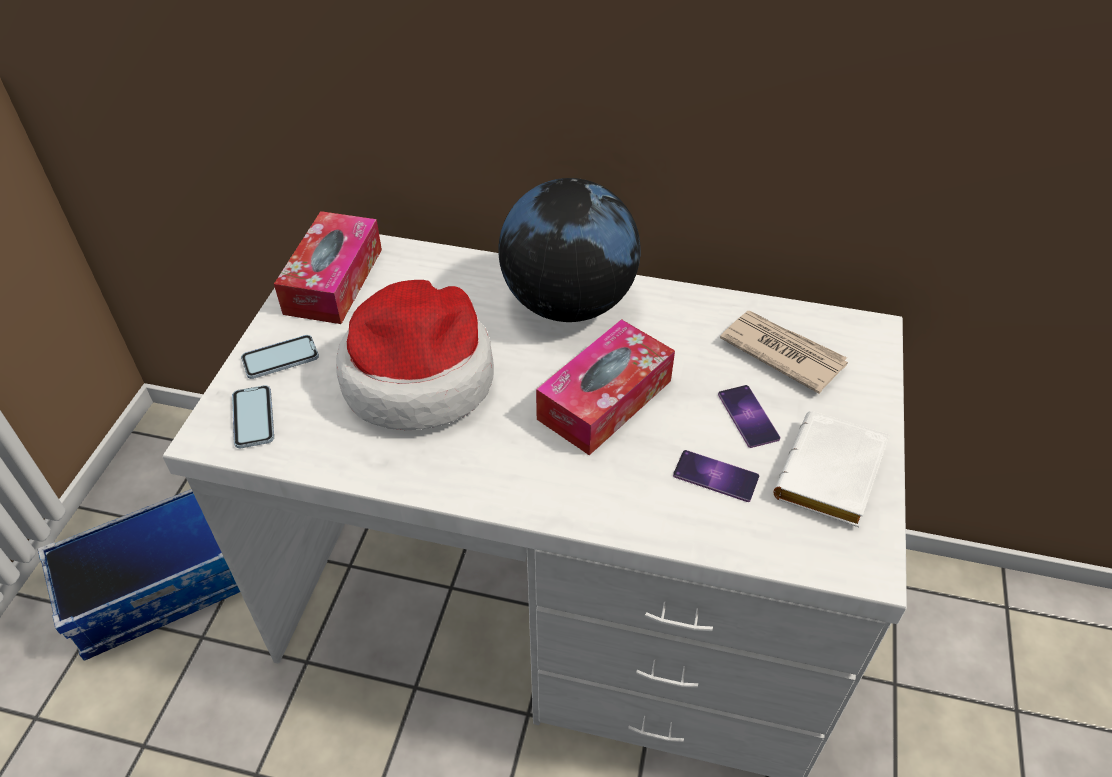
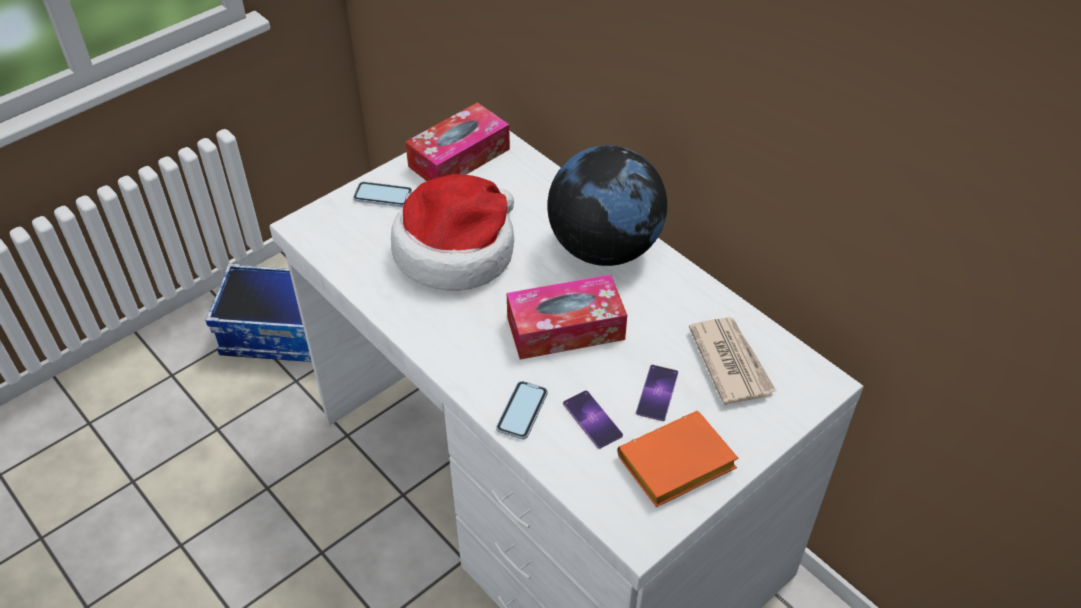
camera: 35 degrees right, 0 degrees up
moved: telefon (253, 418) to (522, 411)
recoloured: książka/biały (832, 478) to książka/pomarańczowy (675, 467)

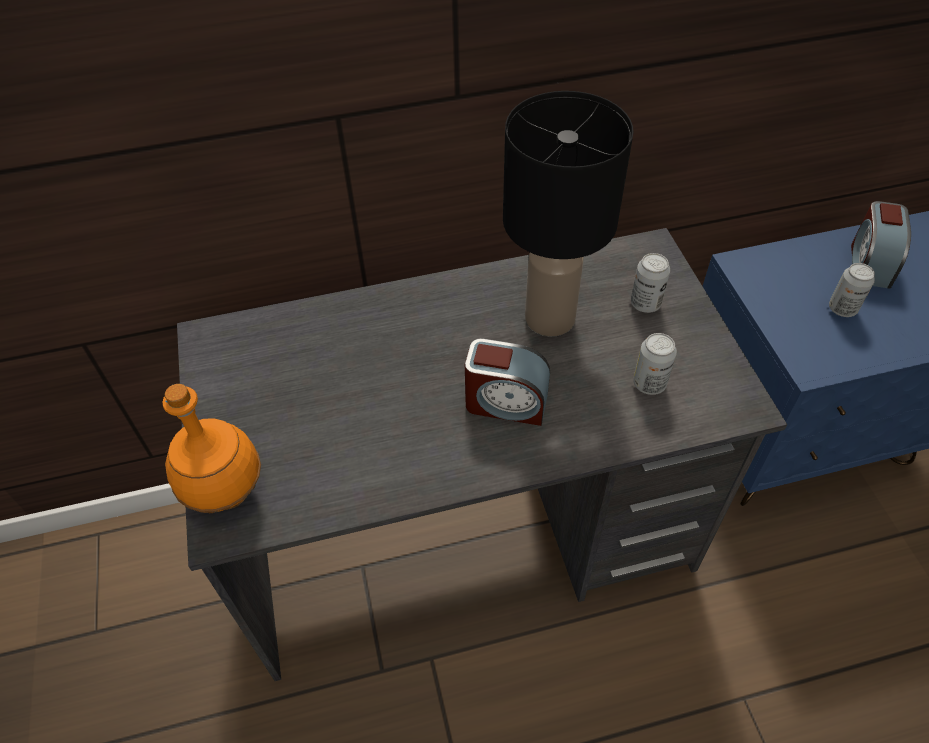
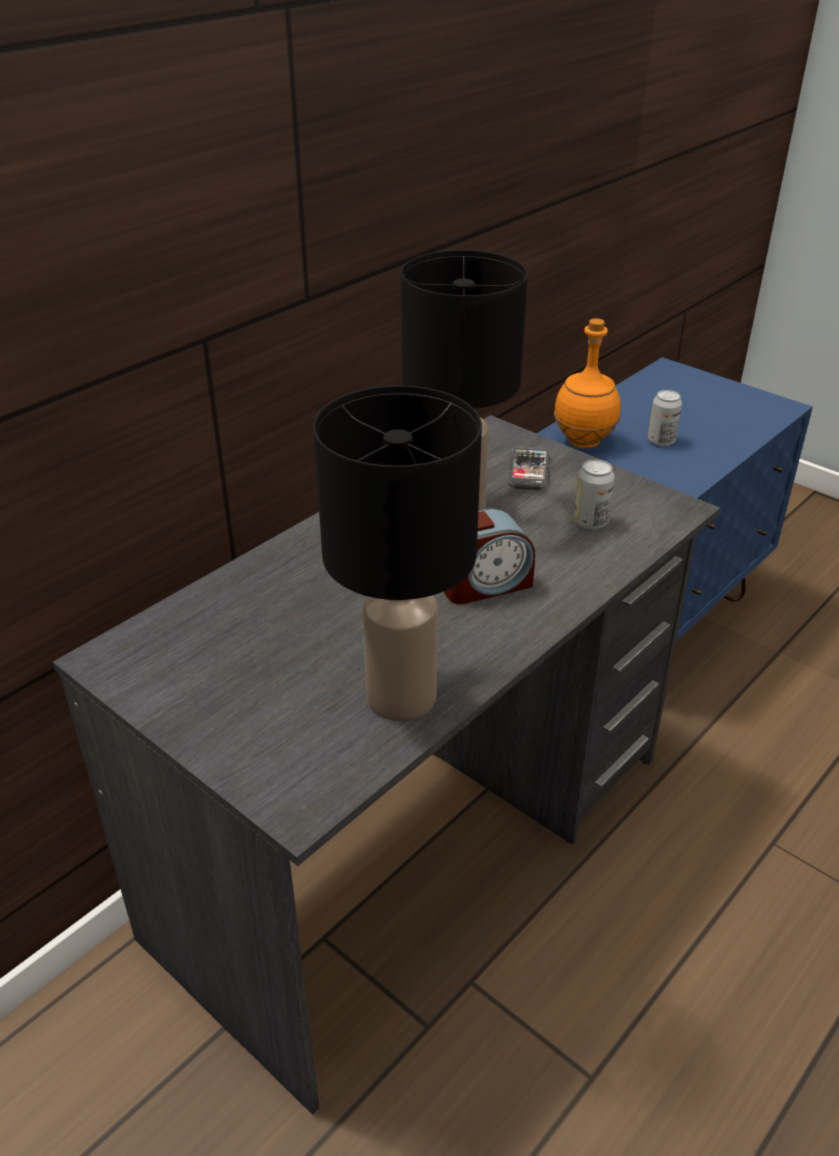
camera: 35 degrees left, 15 degrees down
removed: budzik (869, 264)
added: lampa stołowa/czarny (399, 697)
moved: butelka/pomarańczowy (228, 492) to (583, 442)
replaced: puszka (645, 303) to telefon (529, 470)

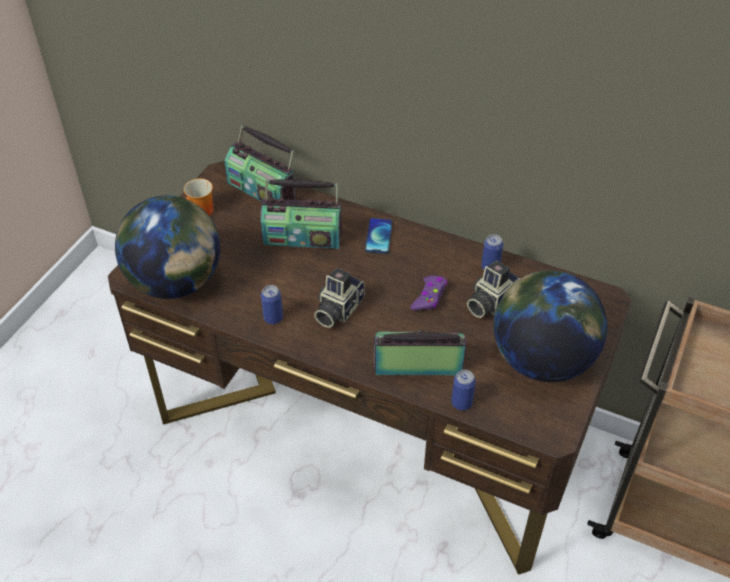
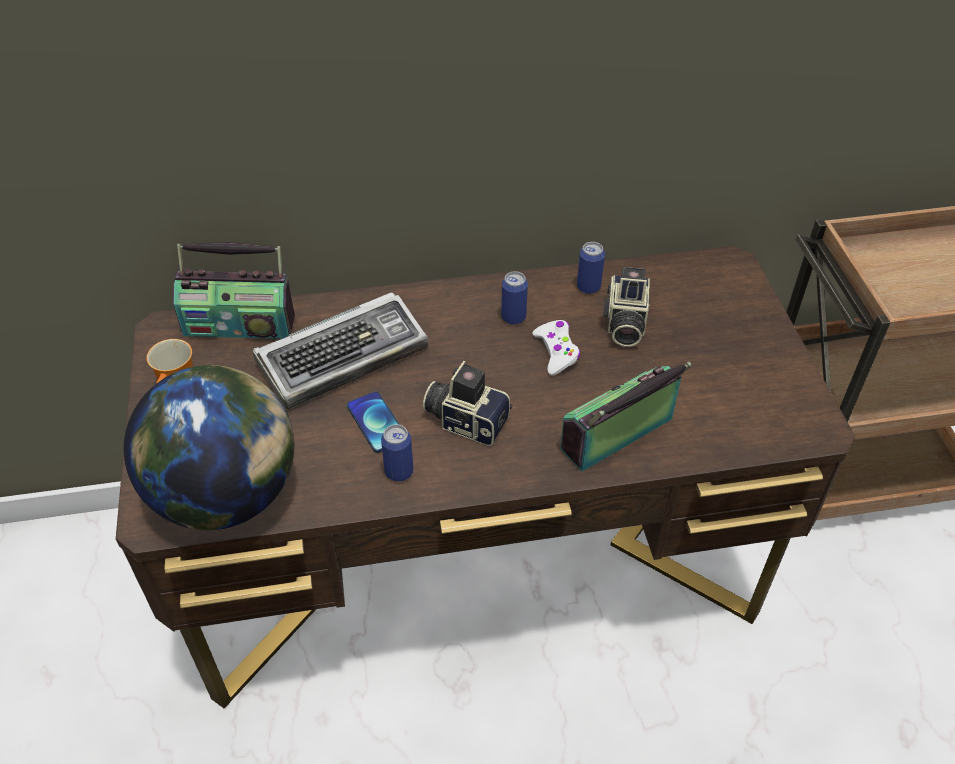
camera: 35 degrees left, 0 degrees up
removed: globus (541, 360)
moved: telefon (378, 236) to (376, 423); puszka (461, 403) to (513, 317)
replaced: radio (302, 237) to klawiatura (344, 356)
recoloured: pad do gier/fioletowy (429, 297) to pad do gier/biały (556, 352)
turned: aparat fotograficzny (337, 309) = (467, 420) 120 degrees clockwise

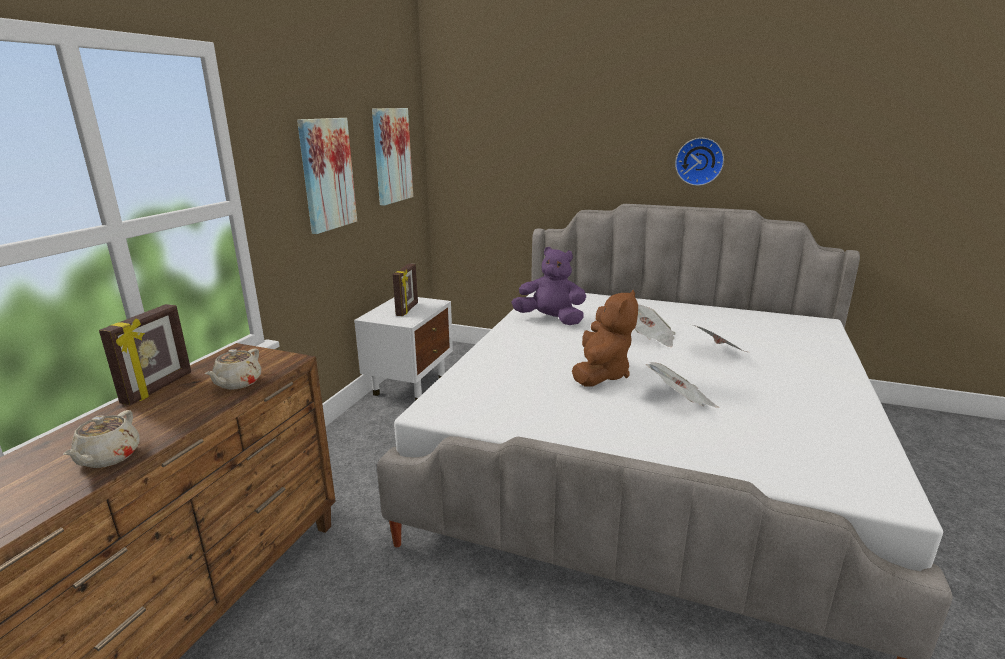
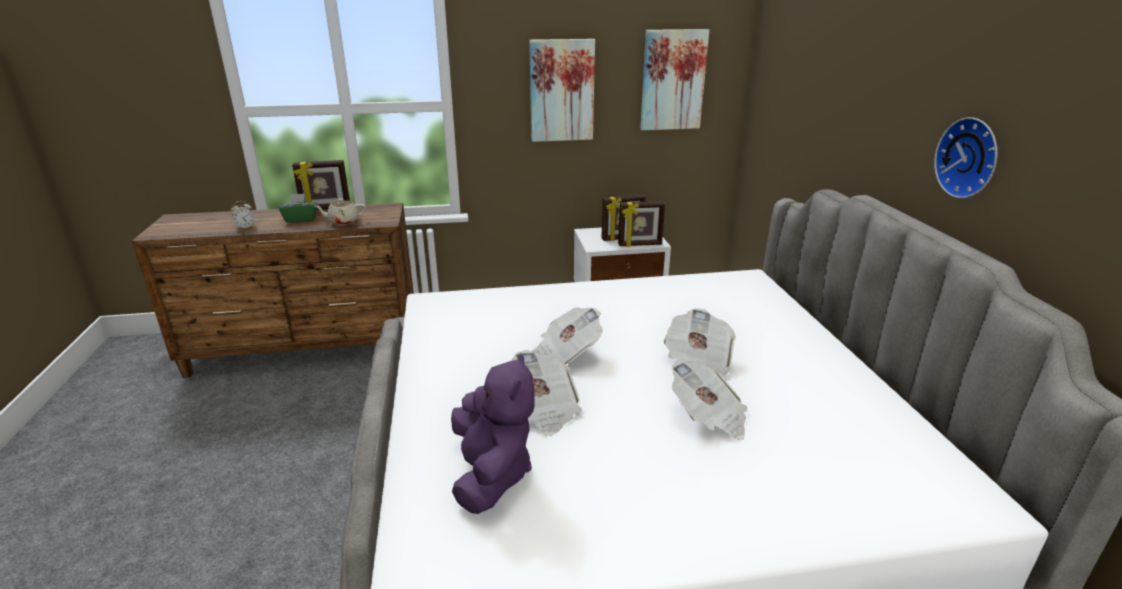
camera: 60 degrees right, 5 degrees up
added: pudełko chusteczek/zielony (301, 219); ramka na zdjęcie (640, 245)
moved: pluszak/fioletowy (551, 319) to (491, 474)
replaced: imbryk/beżowy (108, 457) to budzik (245, 227); pluszak/brązowy (601, 374) to gazeta (565, 354)

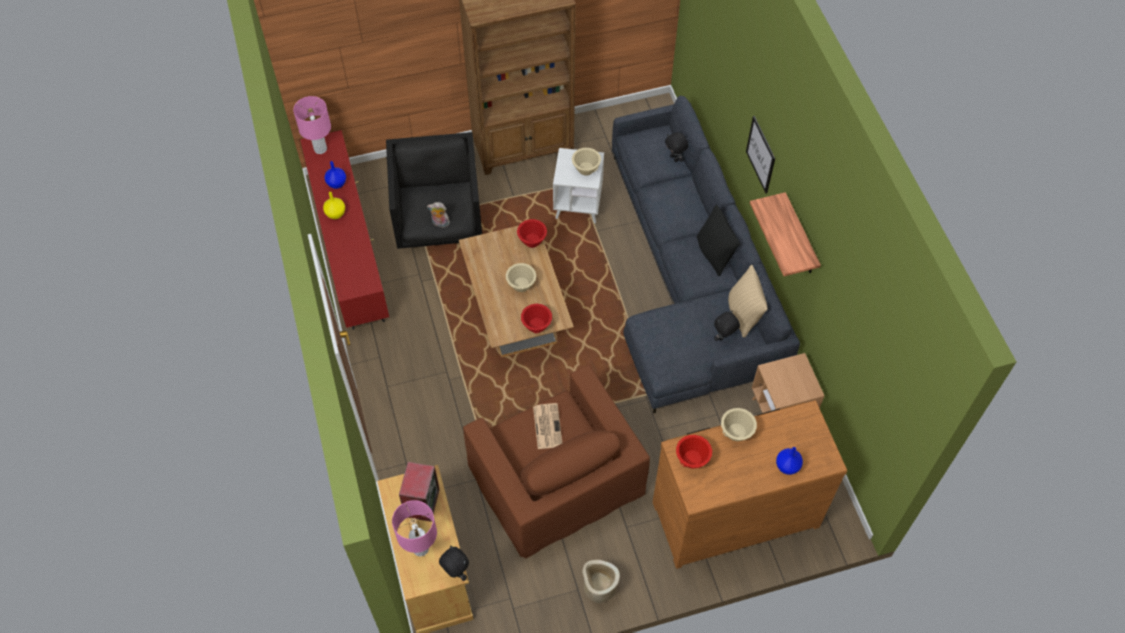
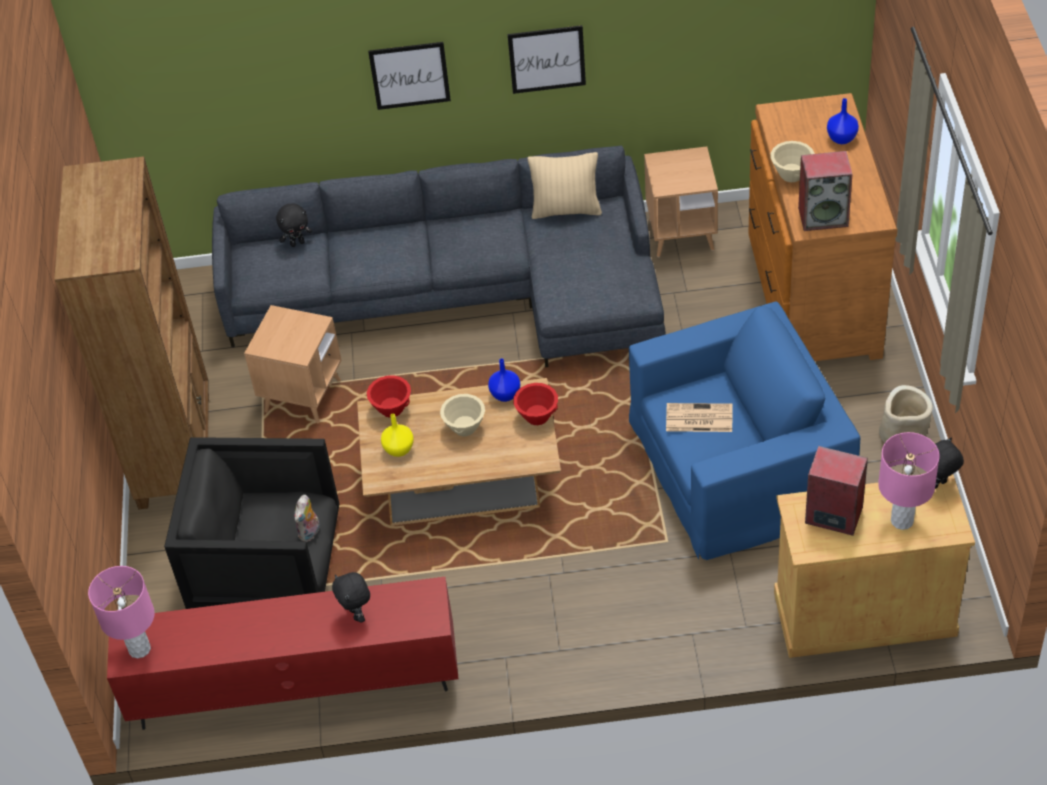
camera: 75 degrees left, 10 degrees down
removed: miska/beżowy (586, 169); poduszka/czarny (714, 254)
moved: wazon/żółty (336, 213) to (398, 449); wazon/niebieski (337, 183) to (505, 394); pluszak/czarny (724, 337) to (357, 614)
replaced: miska/czerwony (692, 460) to głośnik (823, 216); półka (800, 237) to obraz (547, 59)
recoloured: fotel/brązowy (556, 477) to fotel/niebieski (739, 464); stolik/biały (578, 205) to stolik/brązowy (303, 396)

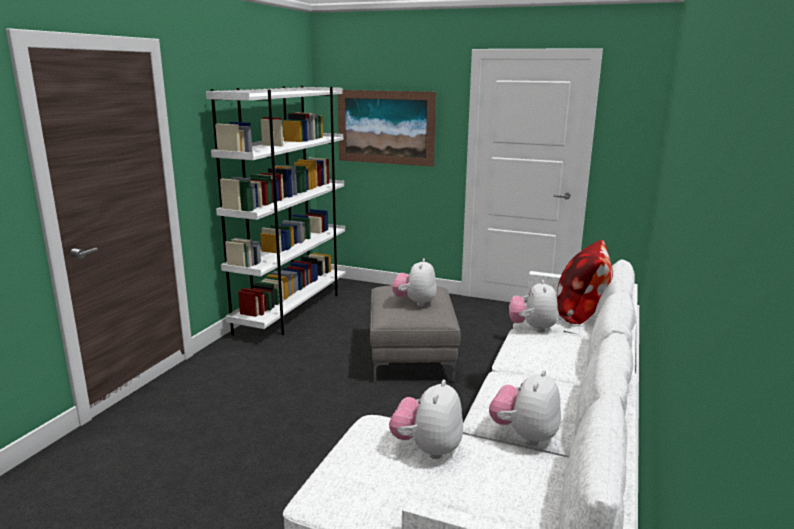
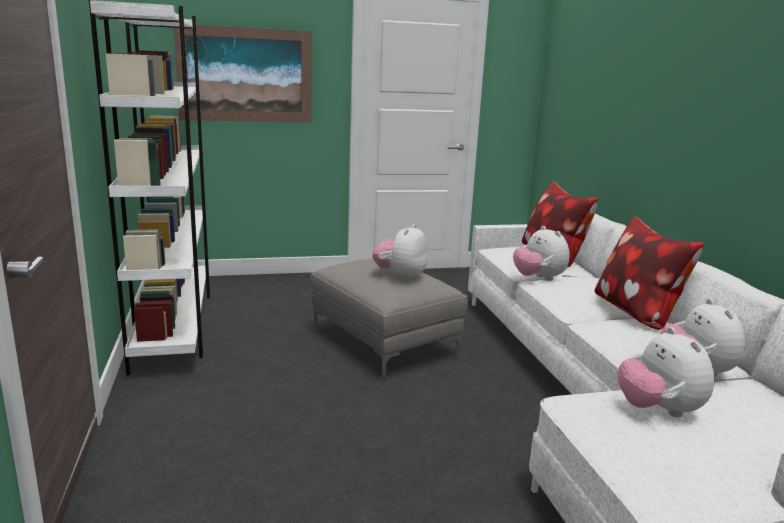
camera: 35 degrees left, 0 degrees up
added: poduszka (636, 313)
turned: pluszak (415, 302) = (400, 276) 45 degrees clockwise

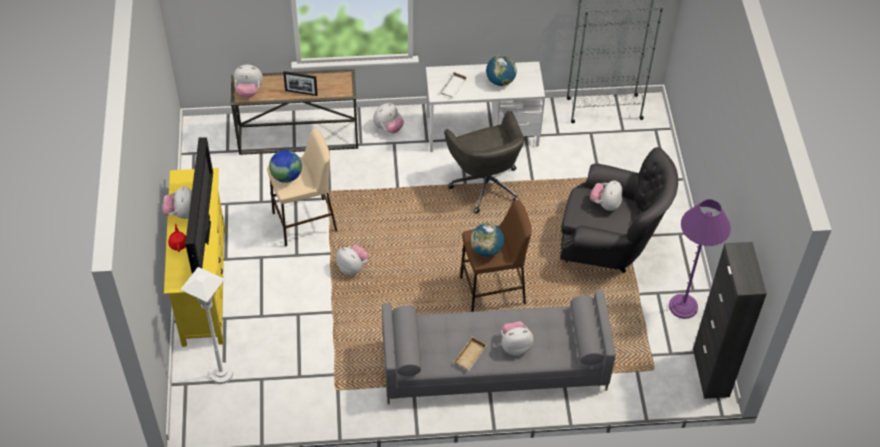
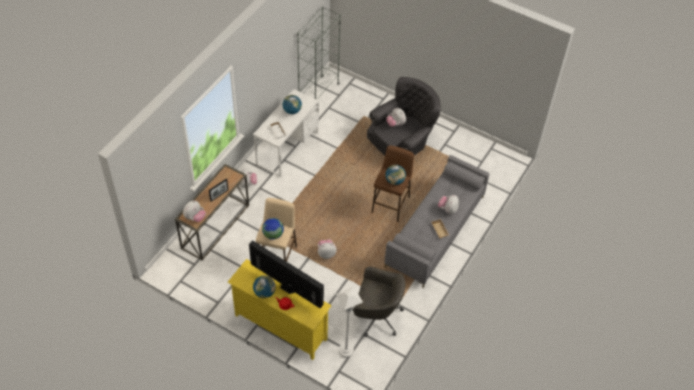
camera: 55 degrees left, 0 degrees up
removed: lampa stojąca/fioletowy (683, 306); szafka/czarny (711, 373)
moved: krzesło biurowe/szary (485, 183) to (376, 316)
replaced: pluszak (181, 213) to globus (264, 292)

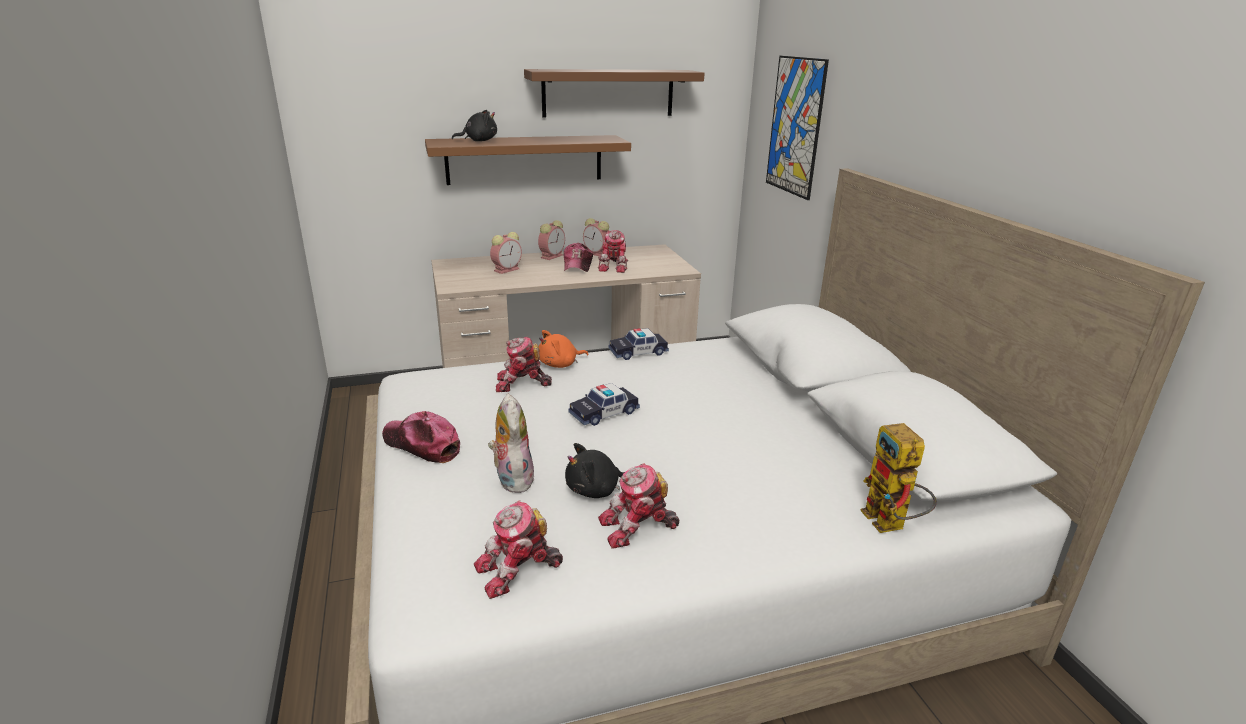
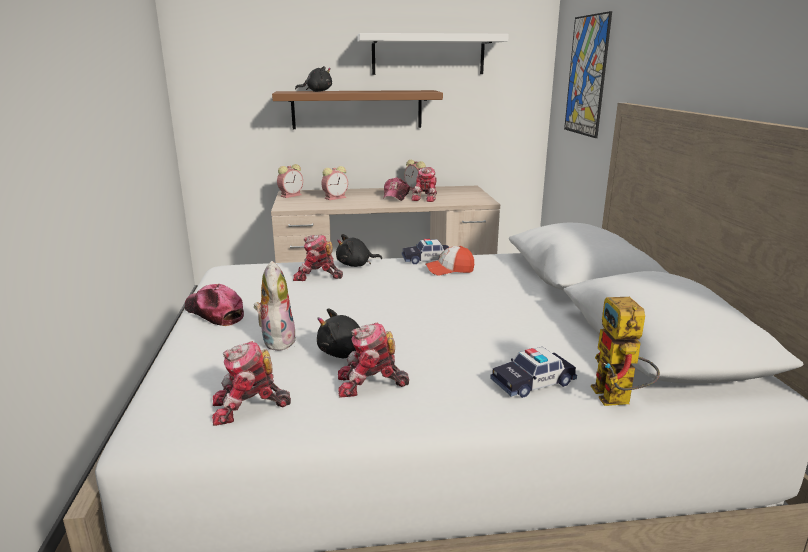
camera: 10 degrees right, 5 degrees down
added: czapka z daszkiem (449, 270)
moved: budzik (552, 256) to (291, 195); samochodzik (604, 413) to (533, 382)
recoloured: półka/brązowy (608, 93) to półka/biały (428, 54); pluszak/pomarańczowy (560, 364) to pluszak/czarny (356, 265)

